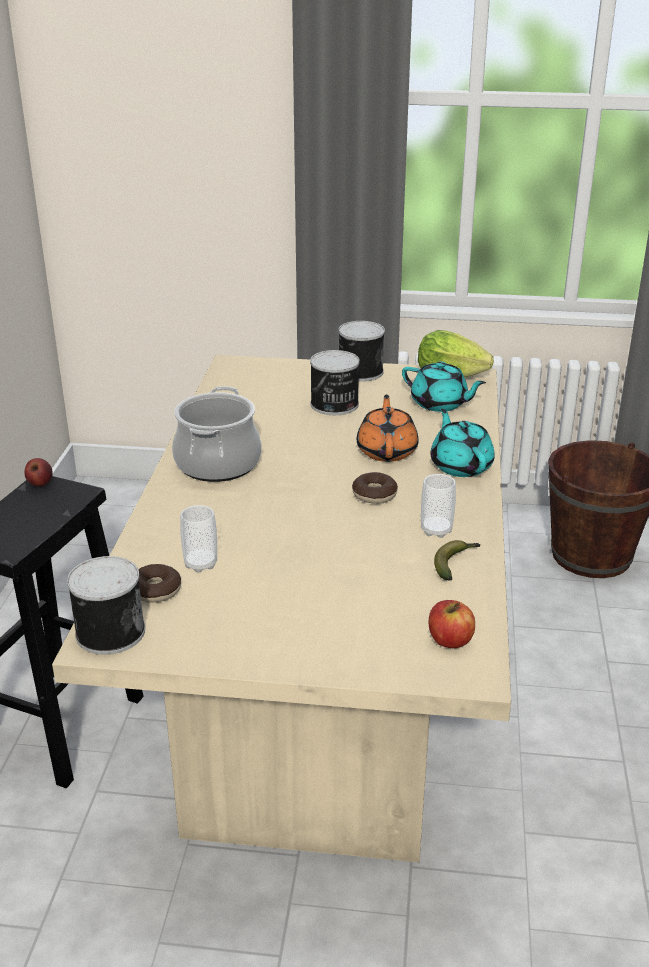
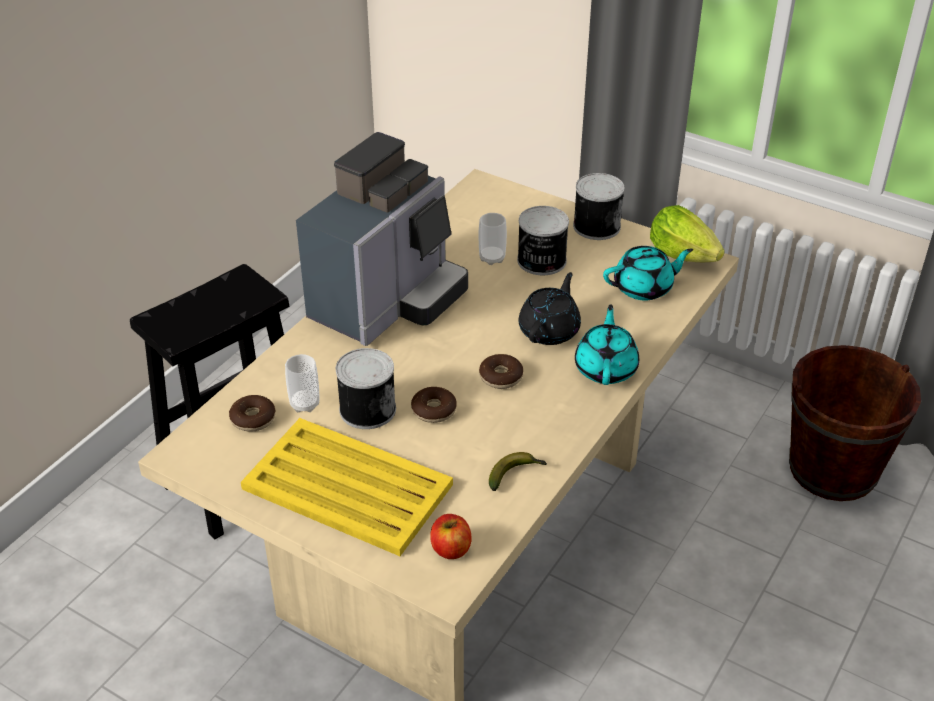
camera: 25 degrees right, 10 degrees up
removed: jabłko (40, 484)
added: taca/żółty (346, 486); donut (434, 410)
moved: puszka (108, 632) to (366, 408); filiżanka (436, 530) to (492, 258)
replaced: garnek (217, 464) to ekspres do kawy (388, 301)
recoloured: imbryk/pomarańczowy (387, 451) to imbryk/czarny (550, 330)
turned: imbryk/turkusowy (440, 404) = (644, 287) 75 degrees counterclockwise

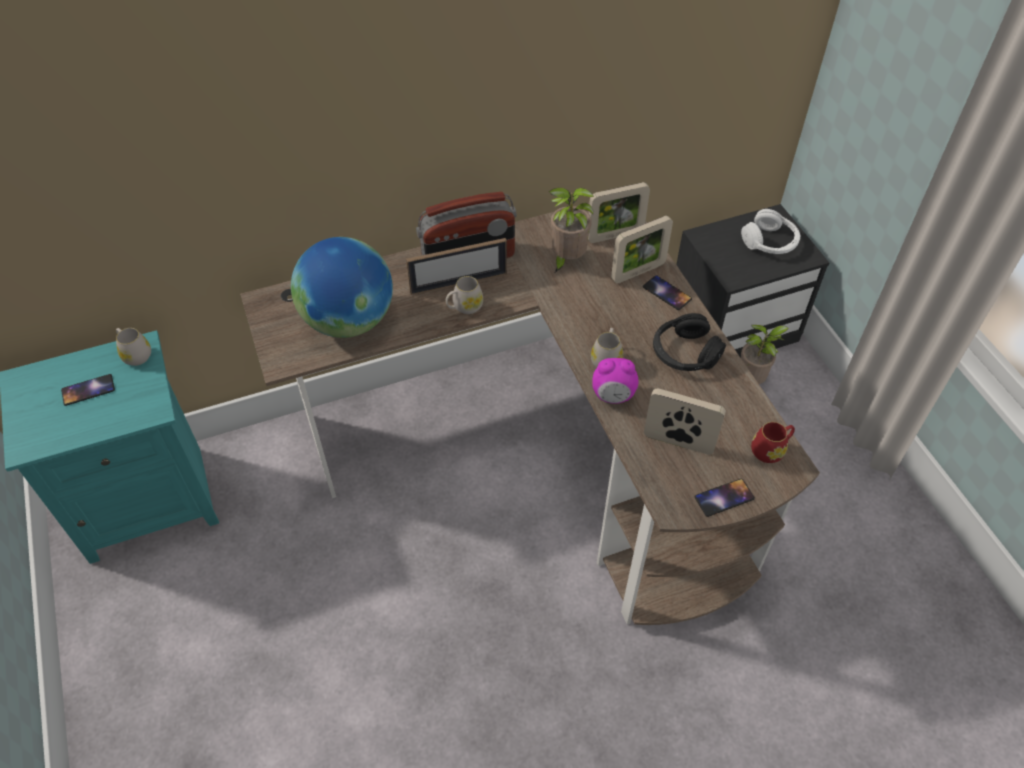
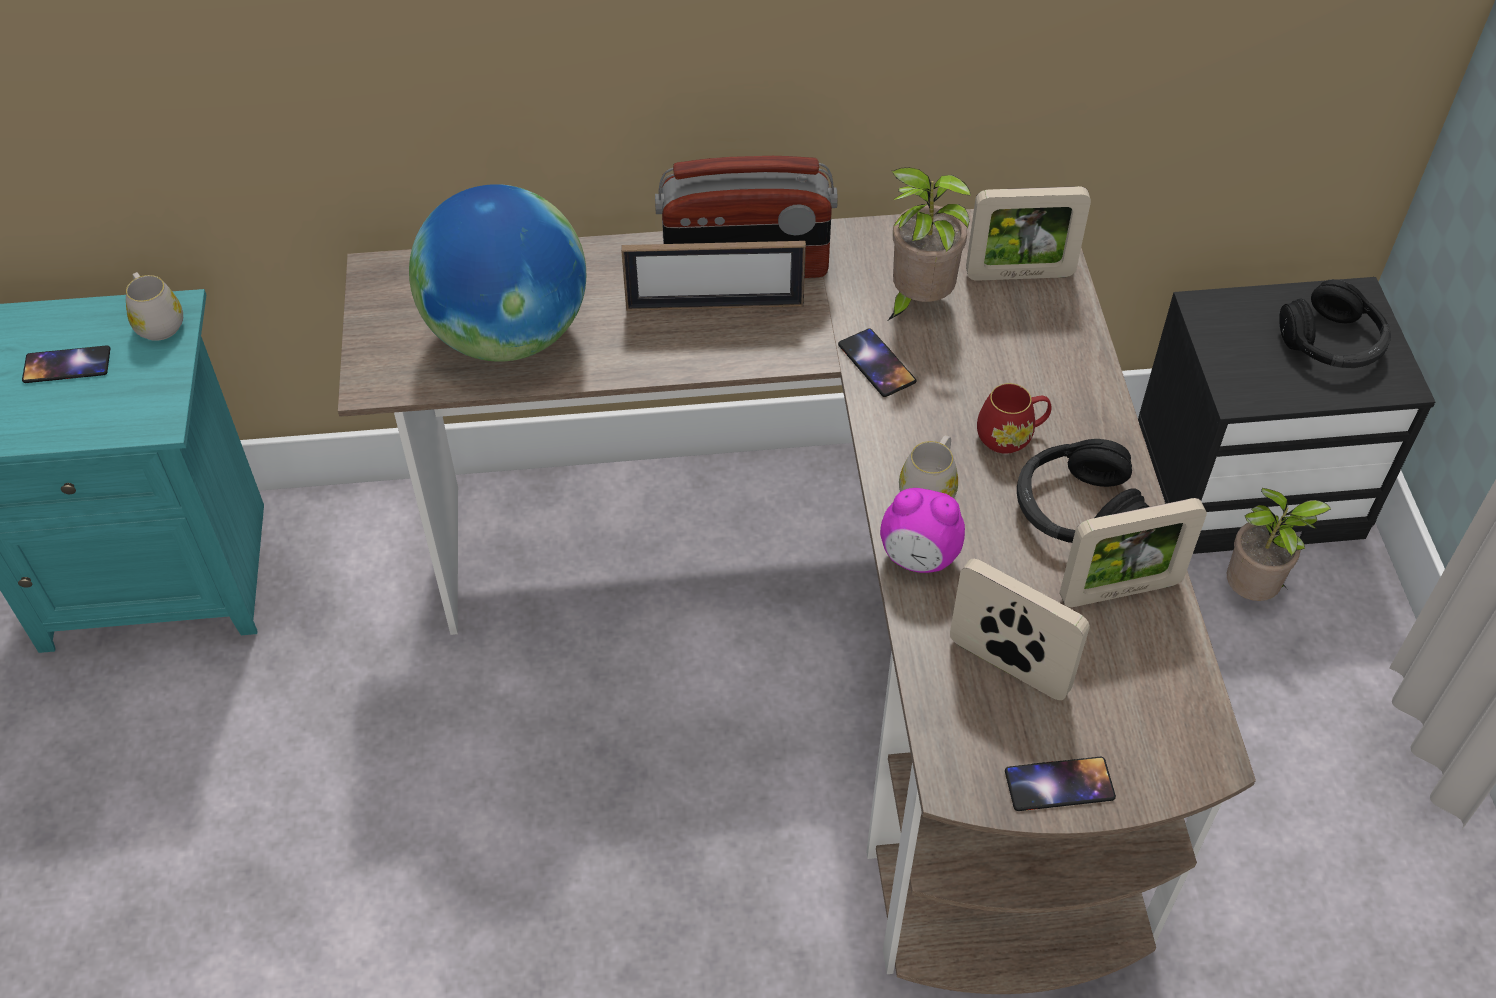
camera: 15 degrees right, 0 degrees up
removed: kubek/biały (464, 307)
moved: ramka na zdjęcie (638, 272) to (1120, 591); telefon (667, 293) to (877, 363); kubek/czerwony (770, 450) to (1011, 436)
recoloured: słuchawki/biały (770, 242) to słuchawki/czarny (1331, 343)

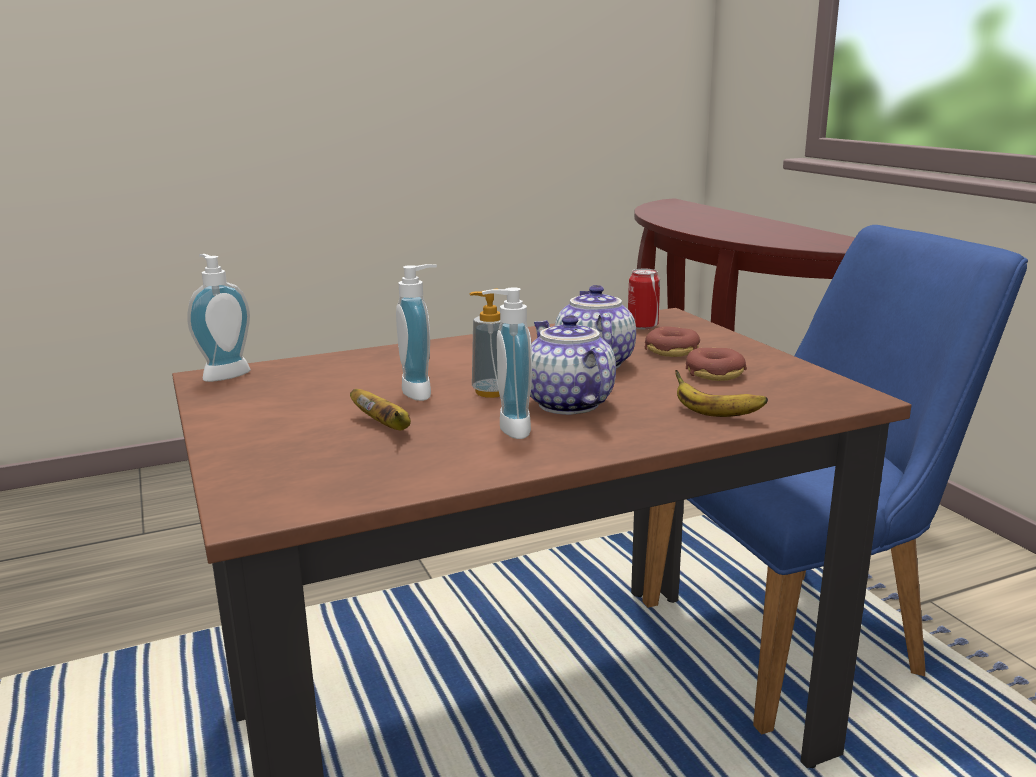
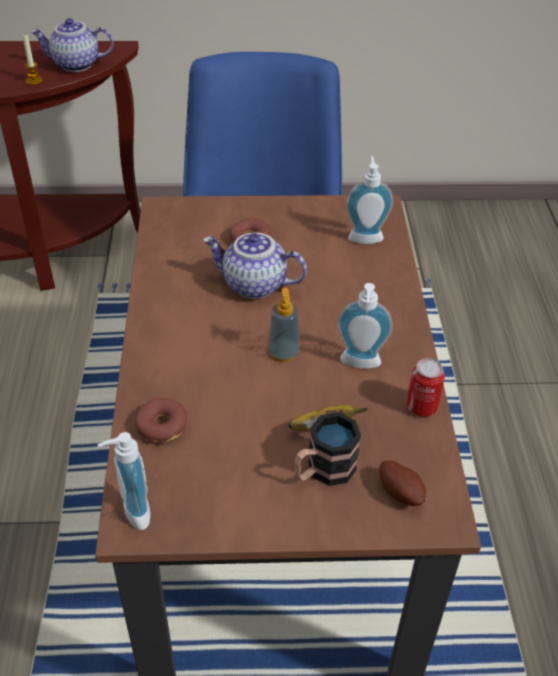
camera: 70 degrees left, 25 degrees up
removed: banan (714, 414)
added: świeca (34, 81); kubek (323, 471); ziemniak (401, 492)
moved: dozownik mydła (422, 391) to (365, 236); imbryk (566, 404) to (75, 65); puszka (642, 326) to (421, 406); donut (714, 373) to (162, 426)

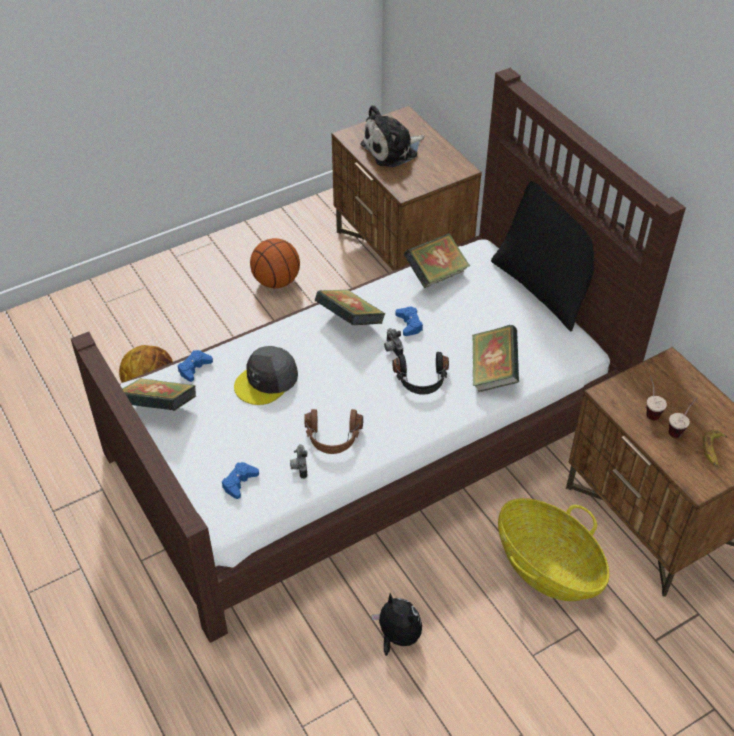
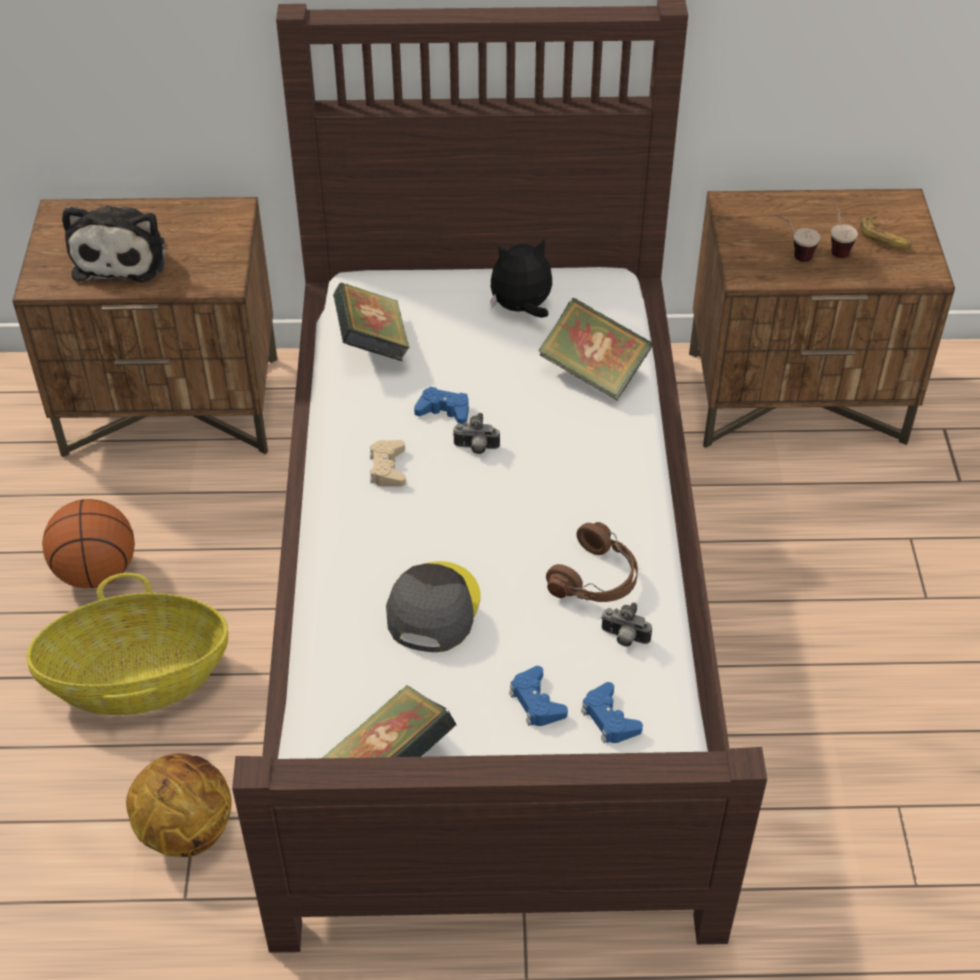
camera: 60 degrees left, 0 degrees up
removed: słuchawki/czarny (421, 380); poduszka/czarny (546, 287)
moved: pad do gier/niebieski (194, 368) to (536, 702); pluszak (397, 637) to (521, 309); koszyk (547, 566) to (137, 679)
replaced: książka (350, 321) to pad do gier/beżowy (388, 468)
turned: czapka z daszkiem/szary (267, 381) = (433, 608) 150 degrees counterclockwise

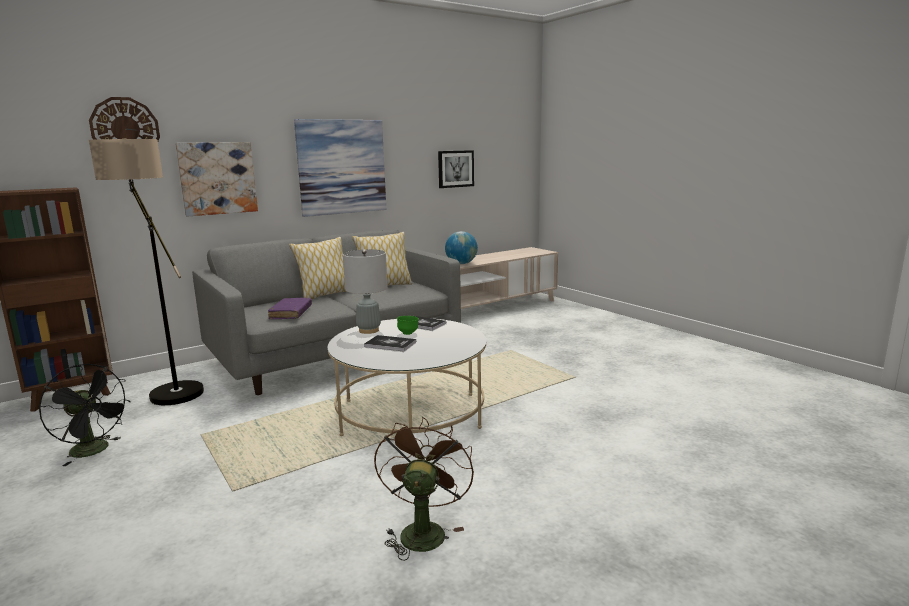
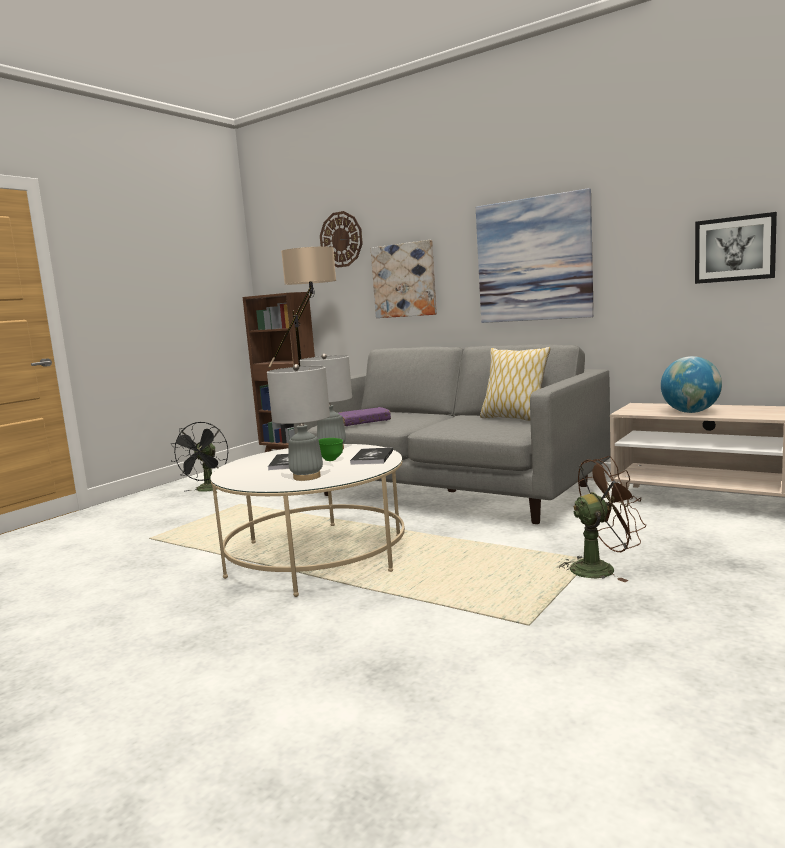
camera: 70 degrees right, 5 degrees down
removed: poduszka (325, 295)
added: lampa stołowa/szary (307, 477)
moved: wentylator/brązowy (422, 530) to (600, 568)

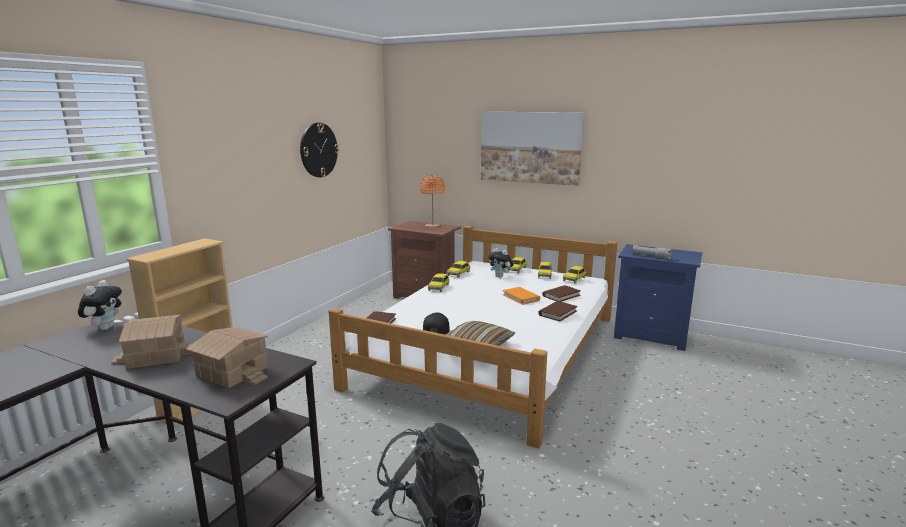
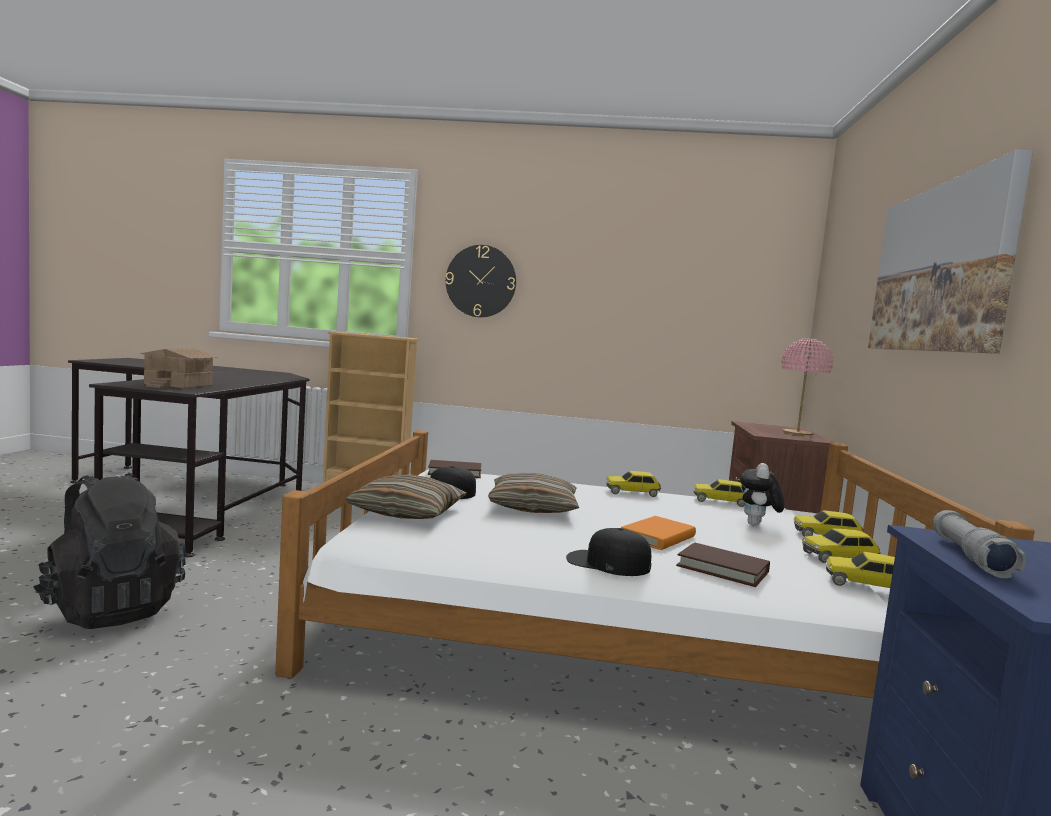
camera: 70 degrees right, 10 degrees down
removed: pluszak (105, 328); domek (156, 356)
added: poduszka (533, 507)
moved: zegar ścienny (318, 150) to (481, 281)
replaced: książka/brązowy (557, 313) to czapka z daszkiem/czarny (607, 563)
recoloured: lampa stołowa/pomarańczowy (432, 226) to lampa stołowa/różowy (797, 433)

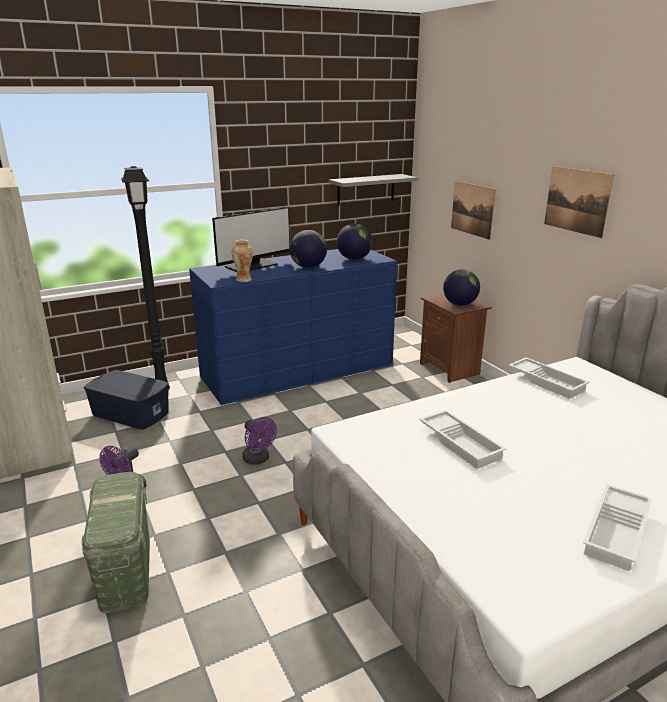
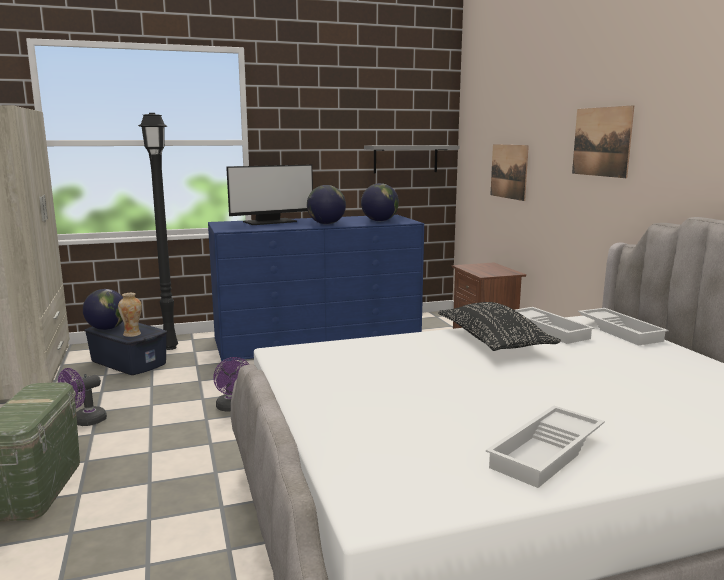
camera: 10 degrees right, 10 degrees down
added: poduszka/czarny (494, 342)
moved: wazon (243, 280) to (132, 334); taca/biały (461, 443) to (621, 331); globus (460, 304) to (107, 328)

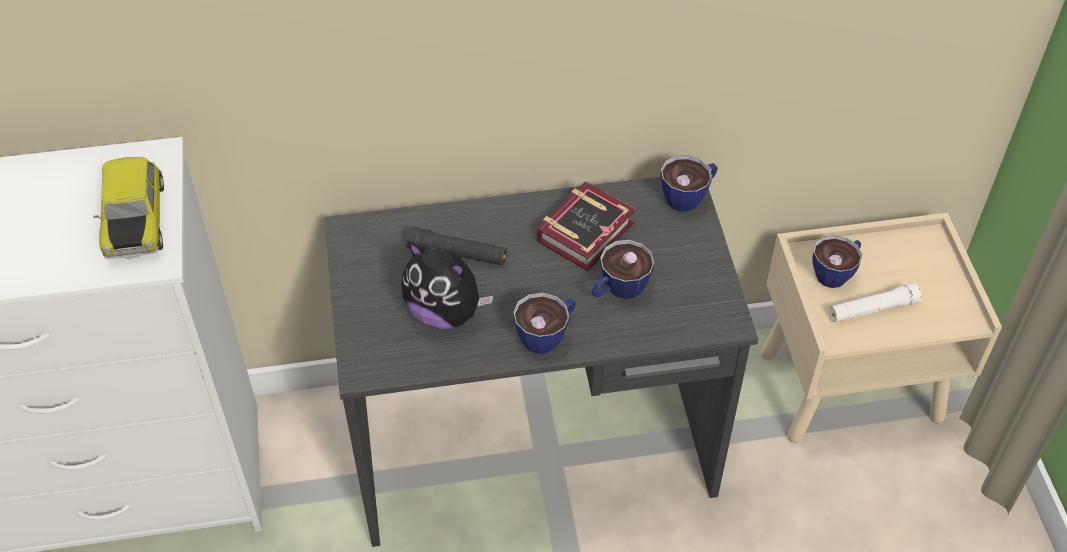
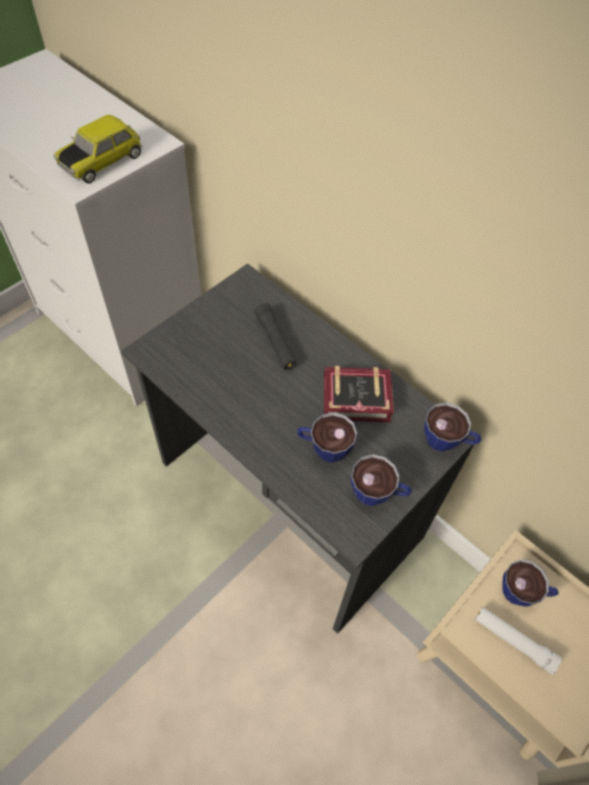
camera: 50 degrees right, 5 degrees up
removed: pluszak (445, 312)
moved: filiżanka (547, 335) to (377, 494)

